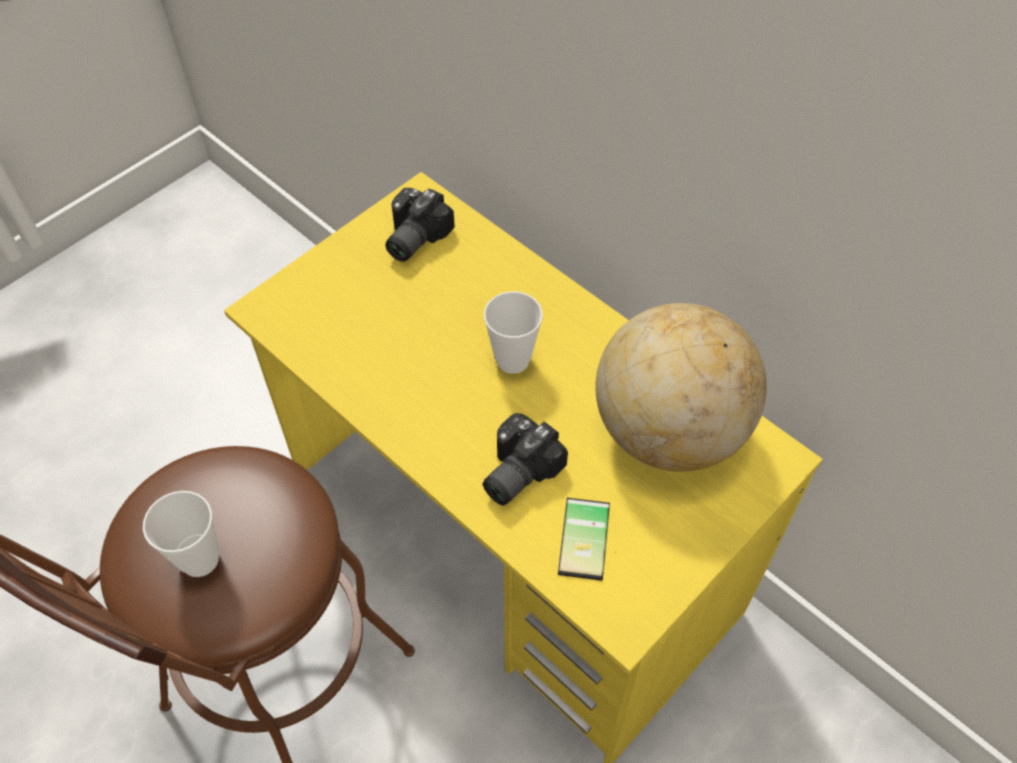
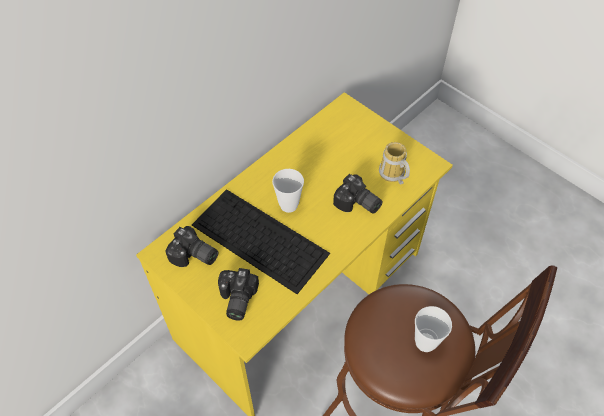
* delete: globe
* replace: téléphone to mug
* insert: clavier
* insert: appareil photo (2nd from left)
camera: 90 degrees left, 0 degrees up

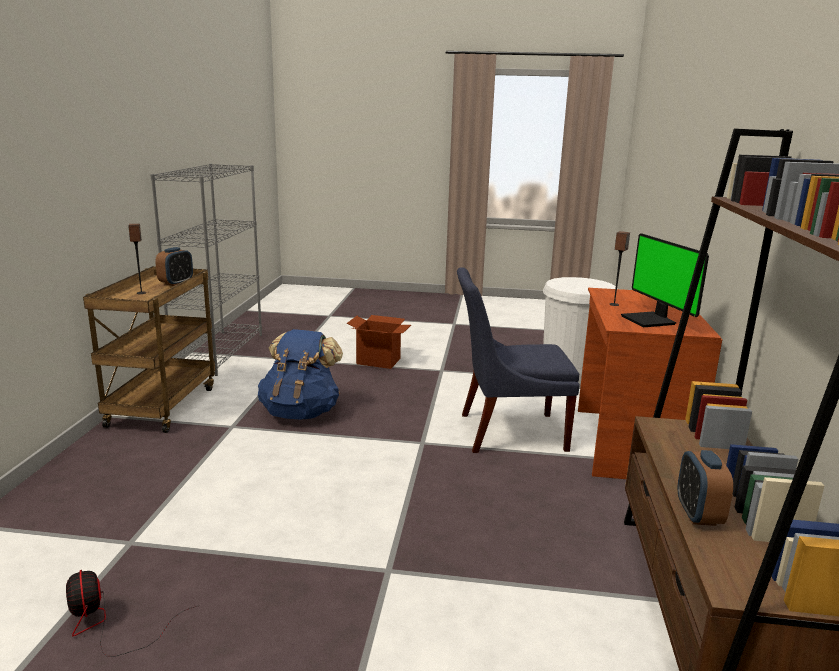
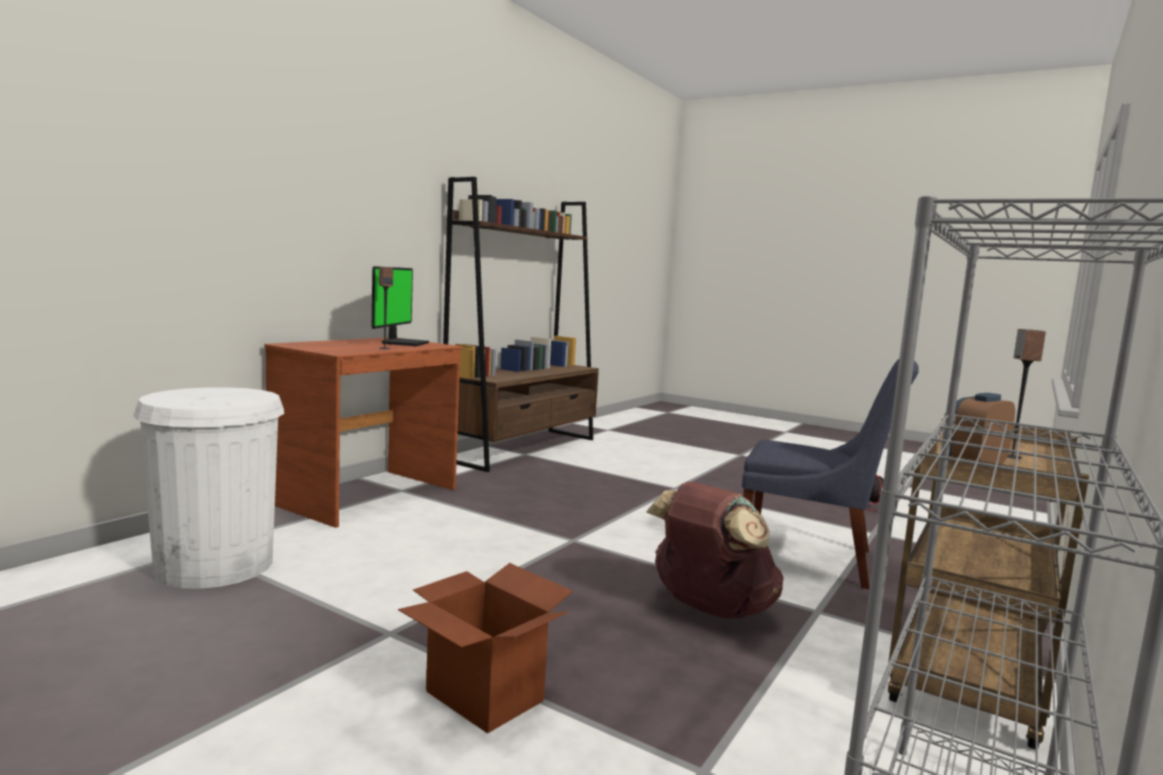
* move: chaise/bleu
* recolor: sac à dos/bleu to sac à dos/marron
* delete: réveil (2nd from left)
camera: 155 degrees left, 10 degrees down

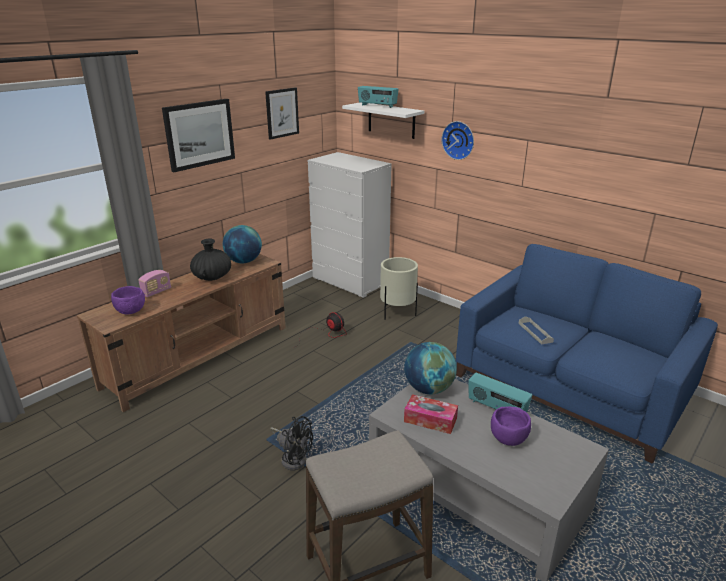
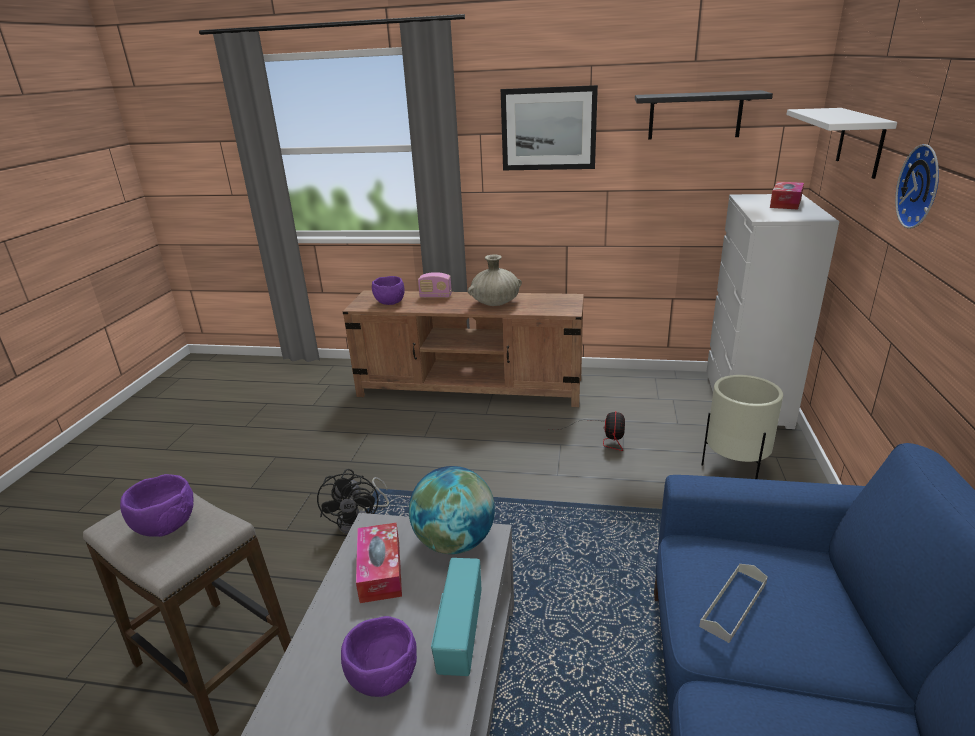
* delete: radio (2nd from left)
* replace: tableau (2nd from left) to étagère/noir
* delete: globe (1st from left)
* recolor: vase/noir to vase/beige
* insert: boîte à mouchoirs (2nd from left)
* insert: bol/violet (1st from left)
camera: 60 degrees right, 0 degrees up

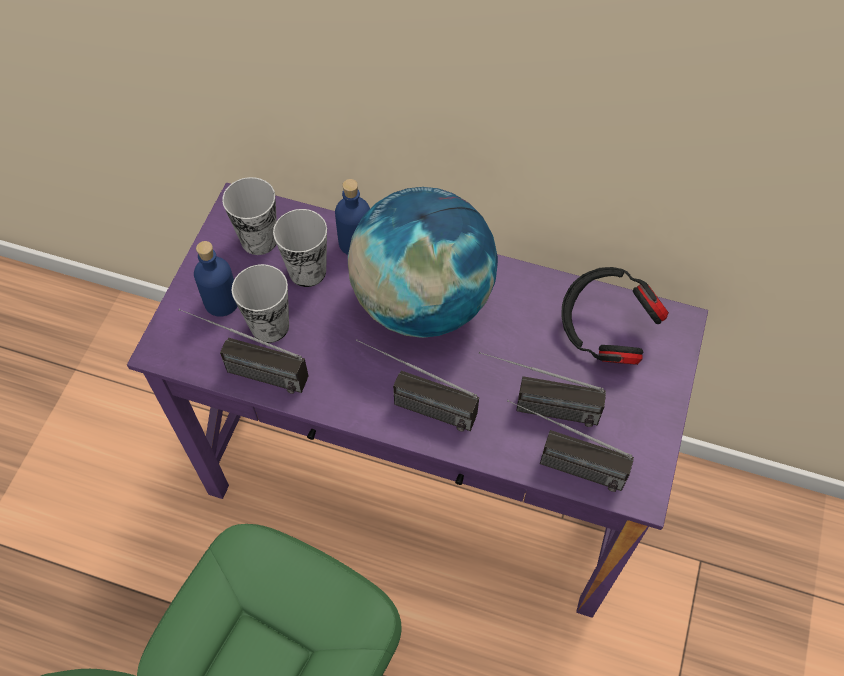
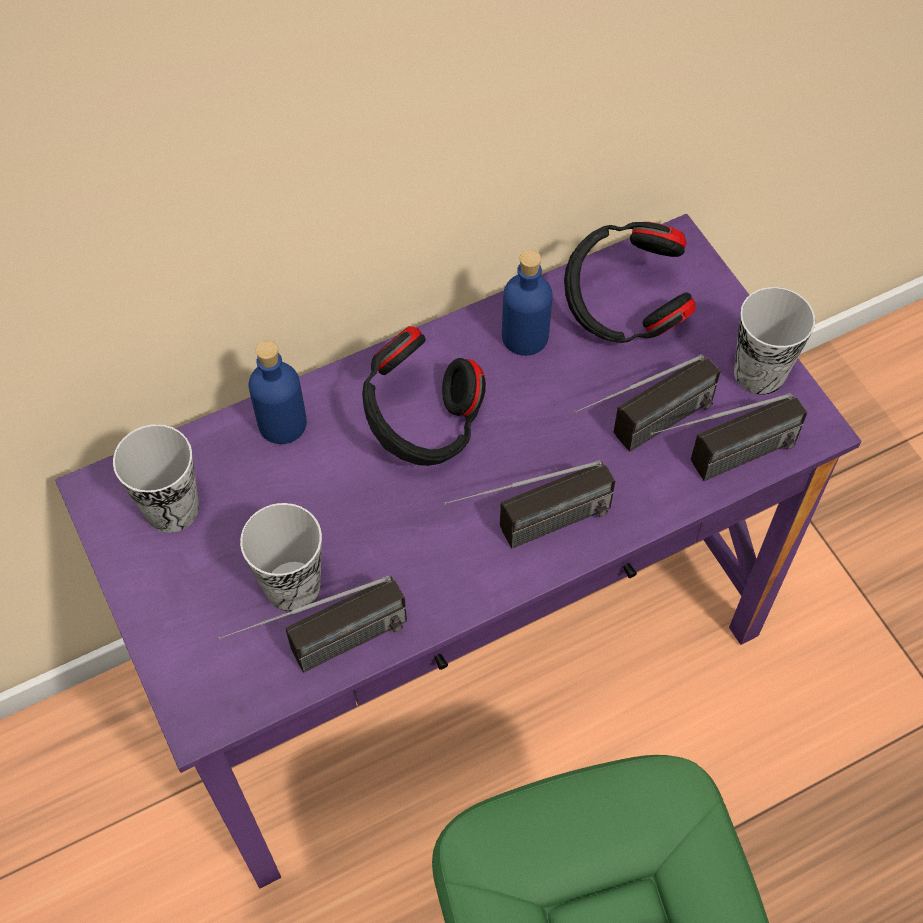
* replace: globe to casque audio/noir (1st from left)
* move: tasse (3rd from left)
* move: bouteille/bleu (1st from left in the first image) to bouteille/bleu (2nd from left)
camera: 45 degrees left, 0 degrees up

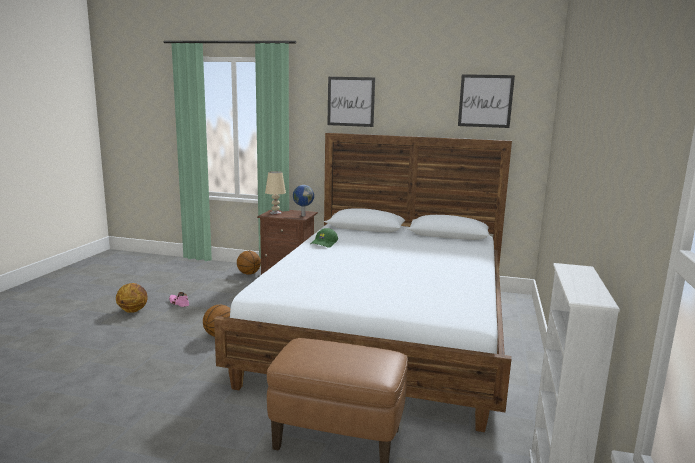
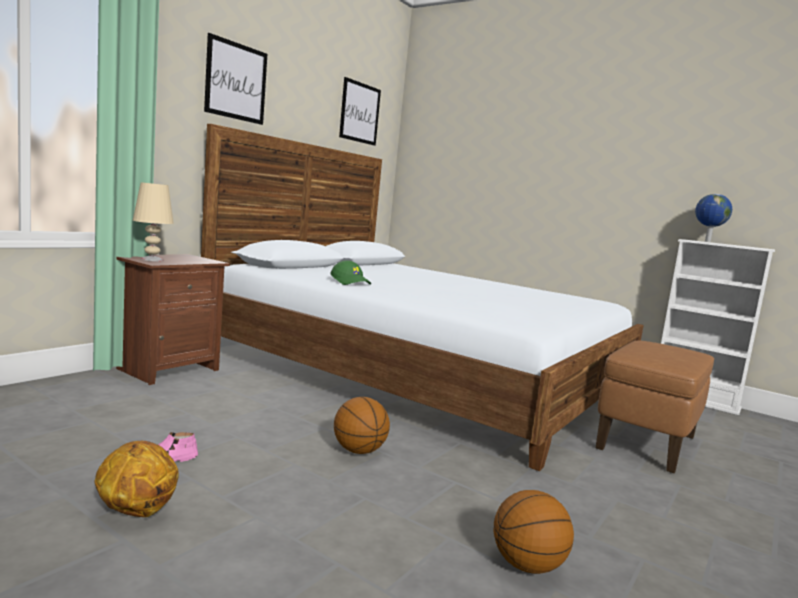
* move: globe
* move: ballon de basket (3rd from left)
camera: 70 degrees left, 5 degrees down

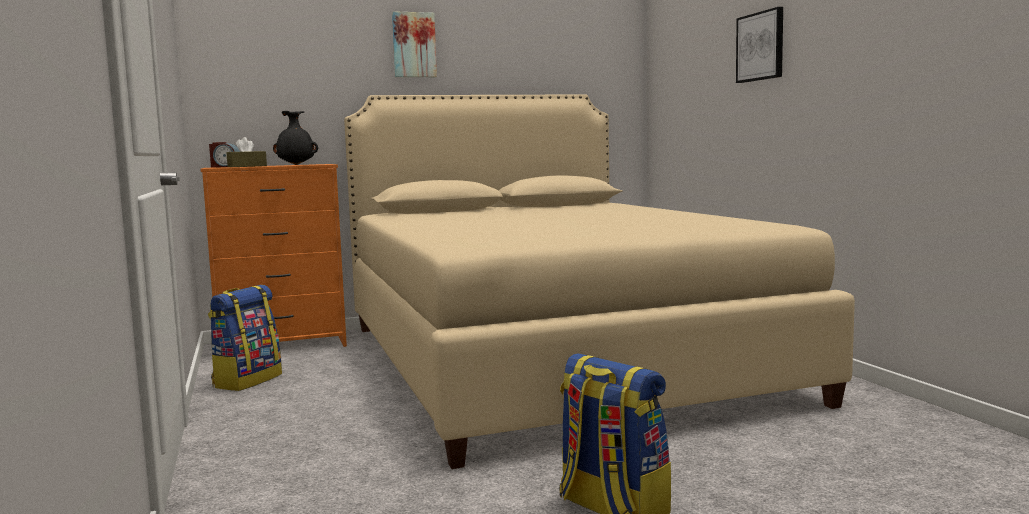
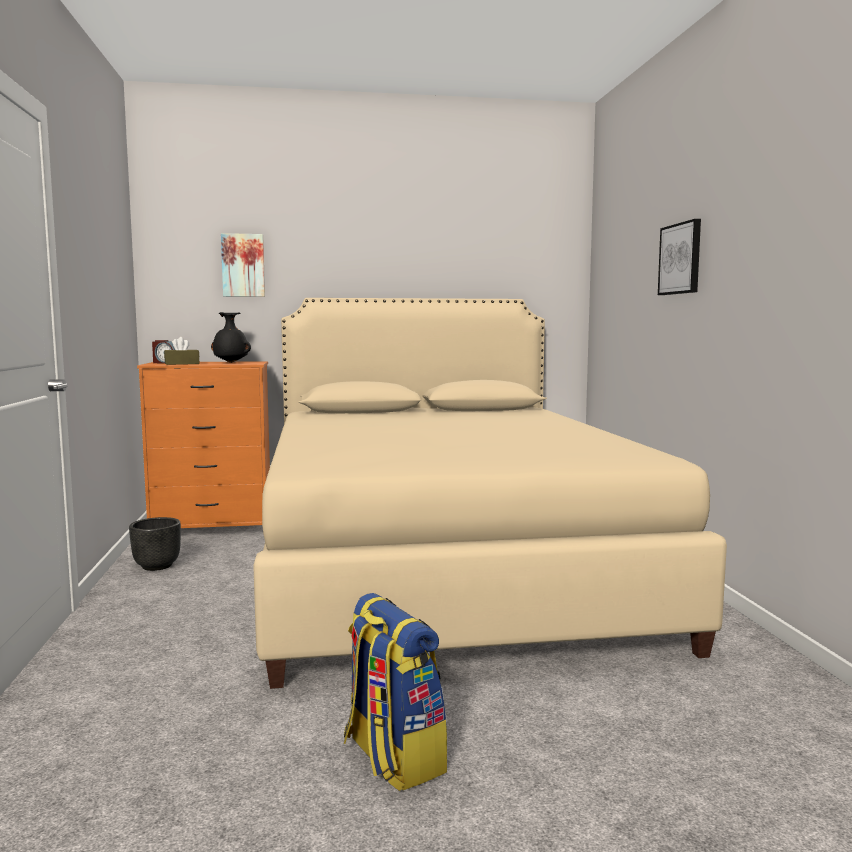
* move: tableau (1st from left)
* replace: sac à dos (1st from left) to cache-pot/noir
camera: 10 degrees right, 0 degrees up

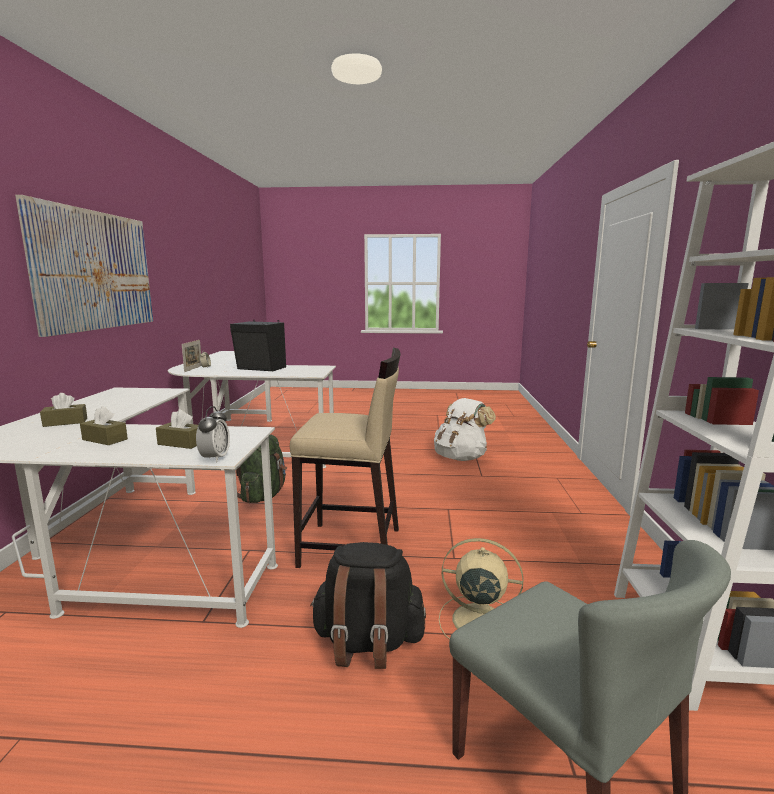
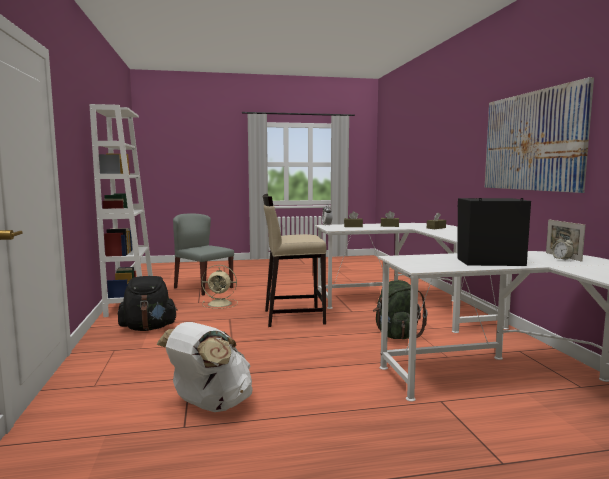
* move: sac à dos/noir
camera: 165 degrees right, 5 degrees down

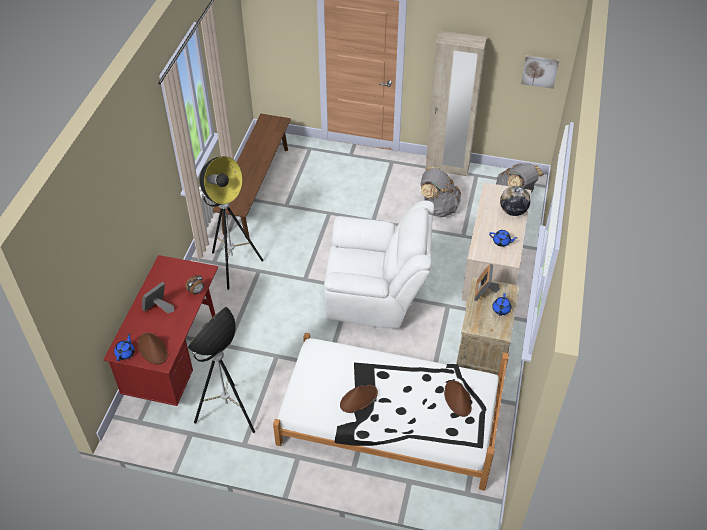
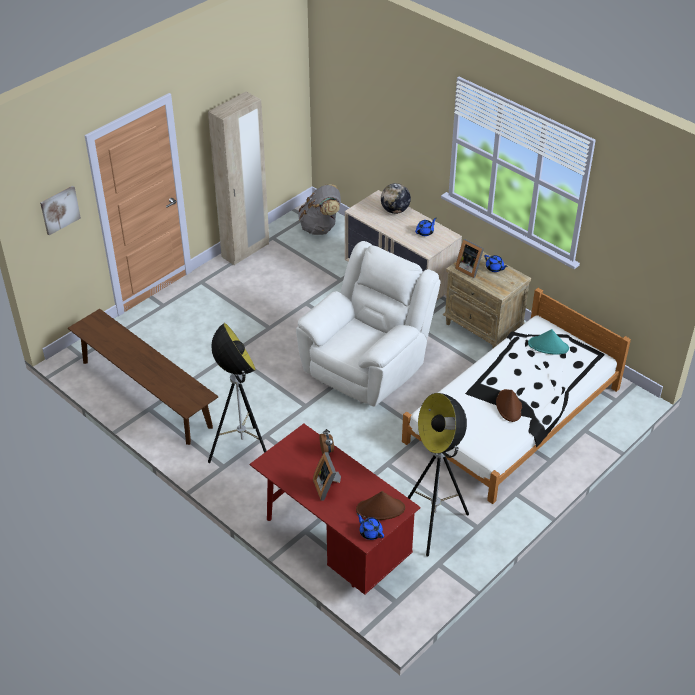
* move: tableau
* delete: sac à dos/gris (1st from left)
* recolor: chapeau/marron (3rd from left) to chapeau/turquoise
camera: 60 degrees left, 5 degrees down

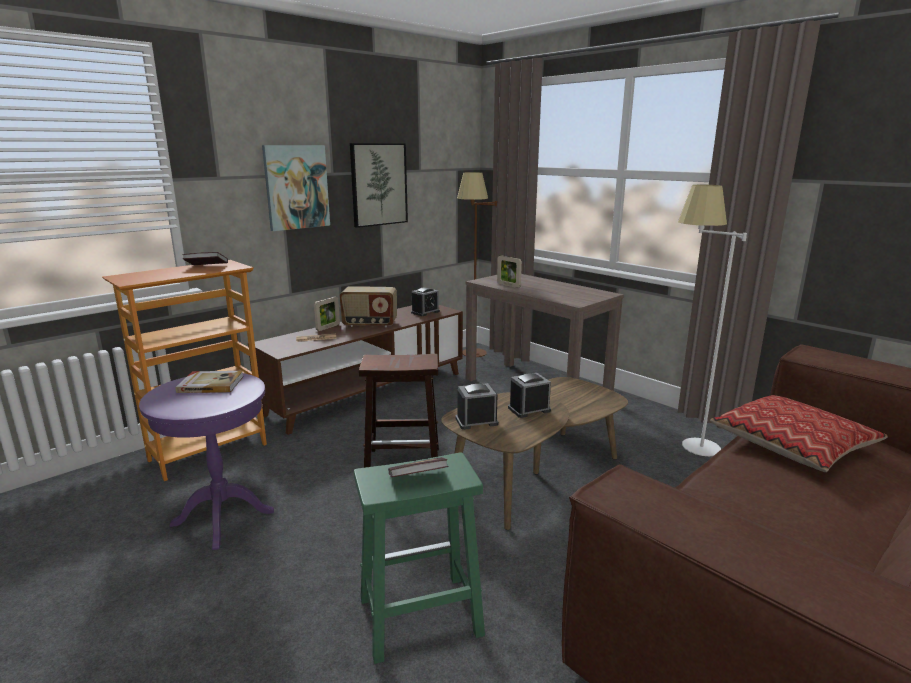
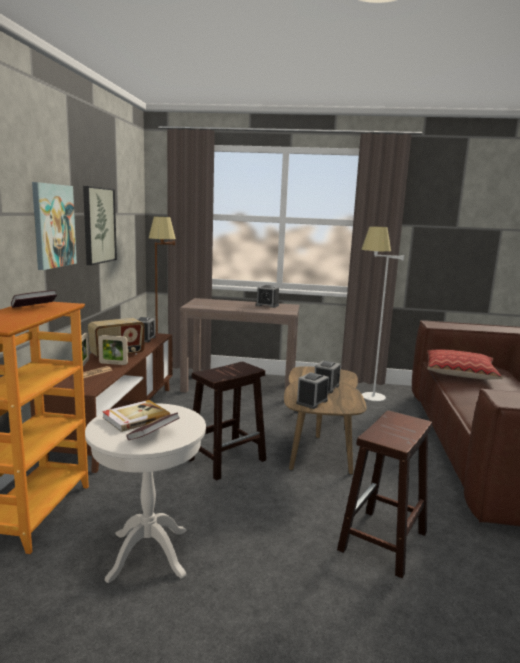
* move: cadre photo (2nd from left)
* recolor: table d'appoint/violet to table d'appoint/blanc
* recolor: tabouret/vert to tabouret/marron (2nd from left)
* move: livre (3rd from left)
* insert: réveil (2nd from left)
camera: 40 degrees left, 5 degrees down

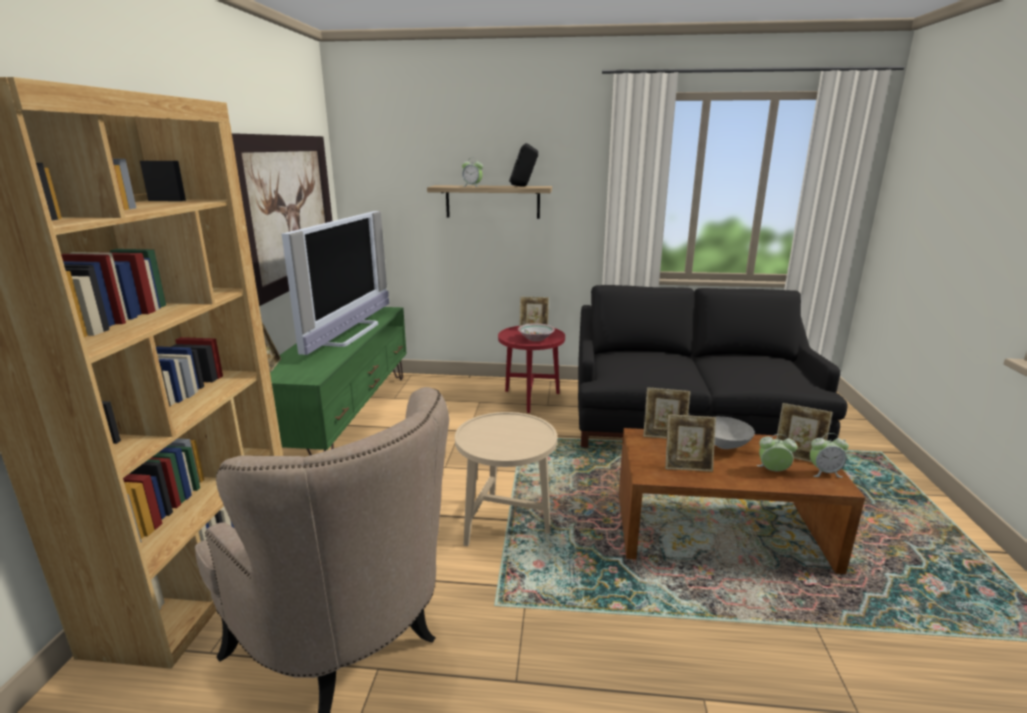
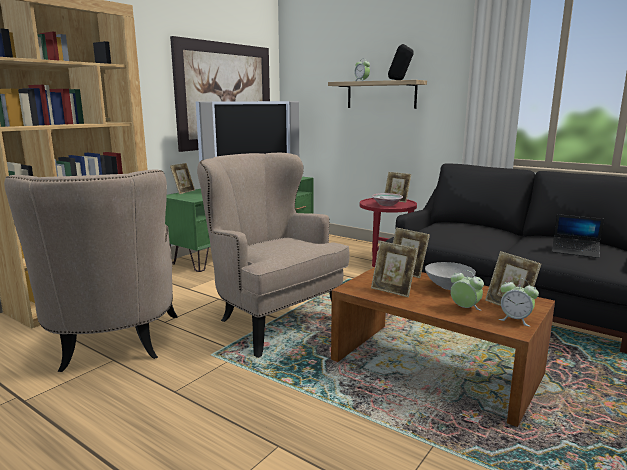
* replace: table d'appoint/beige to fauteuil/beige (2nd from left)
* insert: ordinateur portable
camera: 30 degrees right, 5 degrees down

